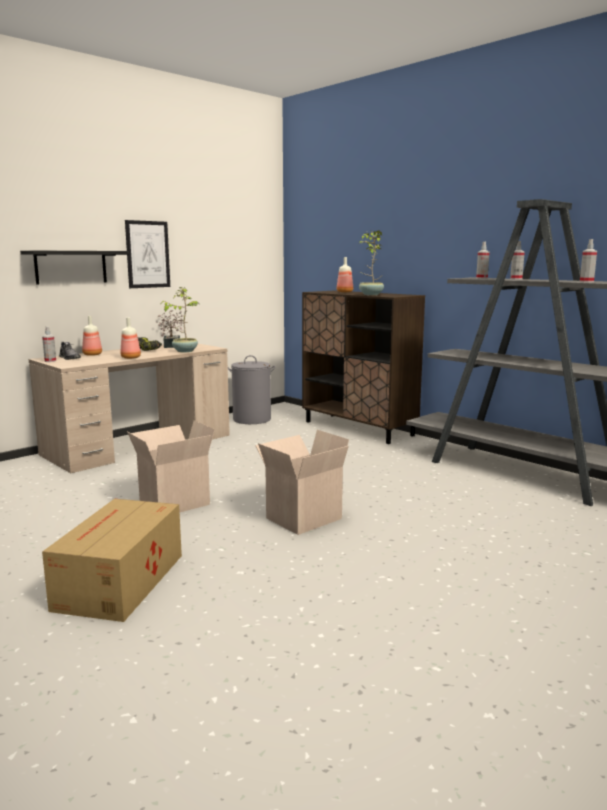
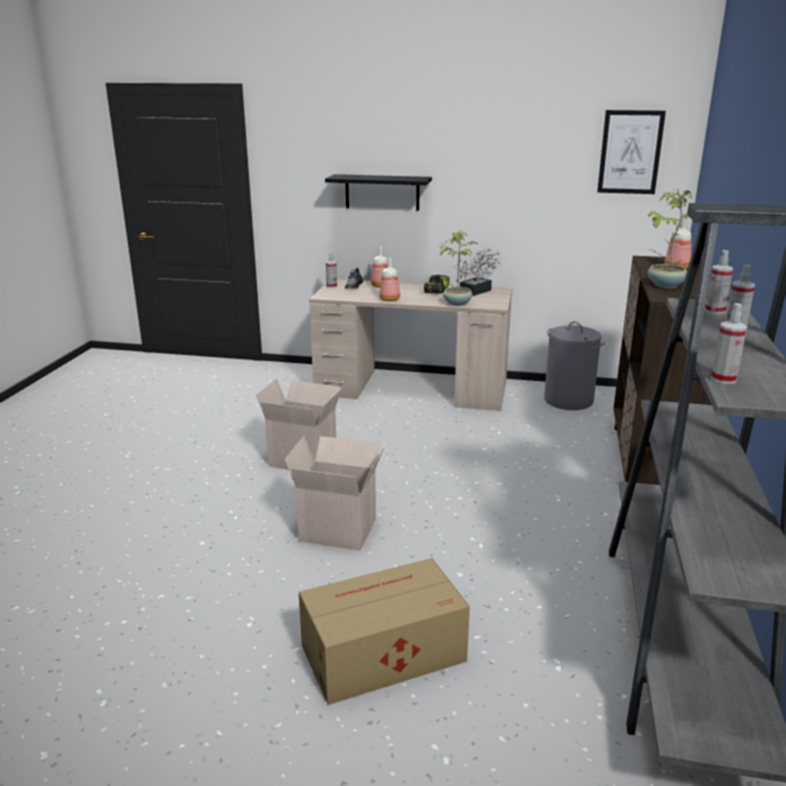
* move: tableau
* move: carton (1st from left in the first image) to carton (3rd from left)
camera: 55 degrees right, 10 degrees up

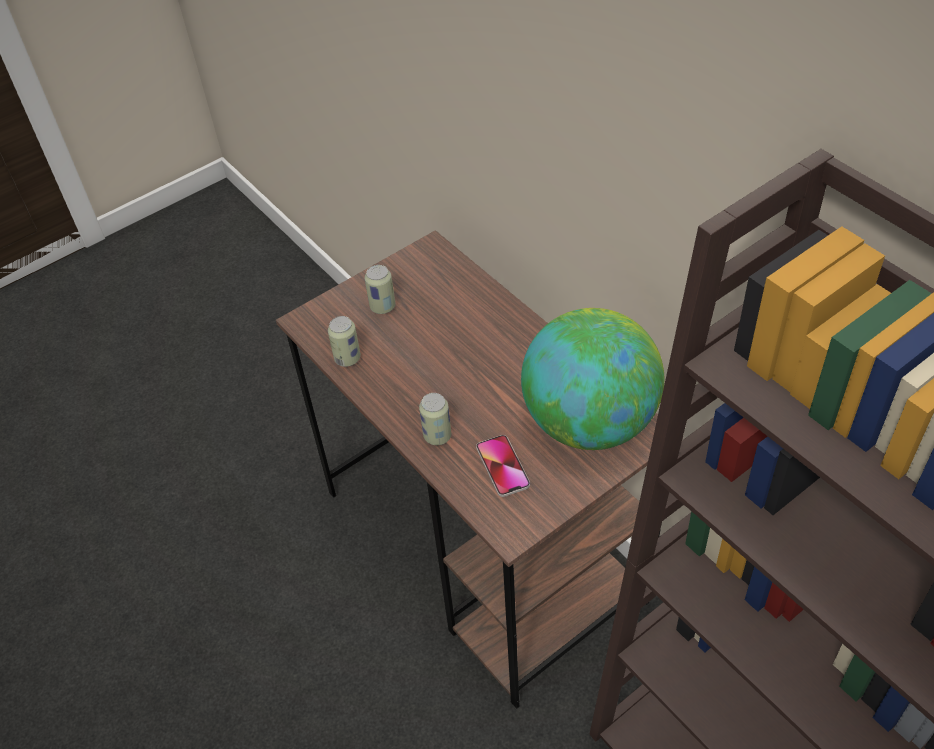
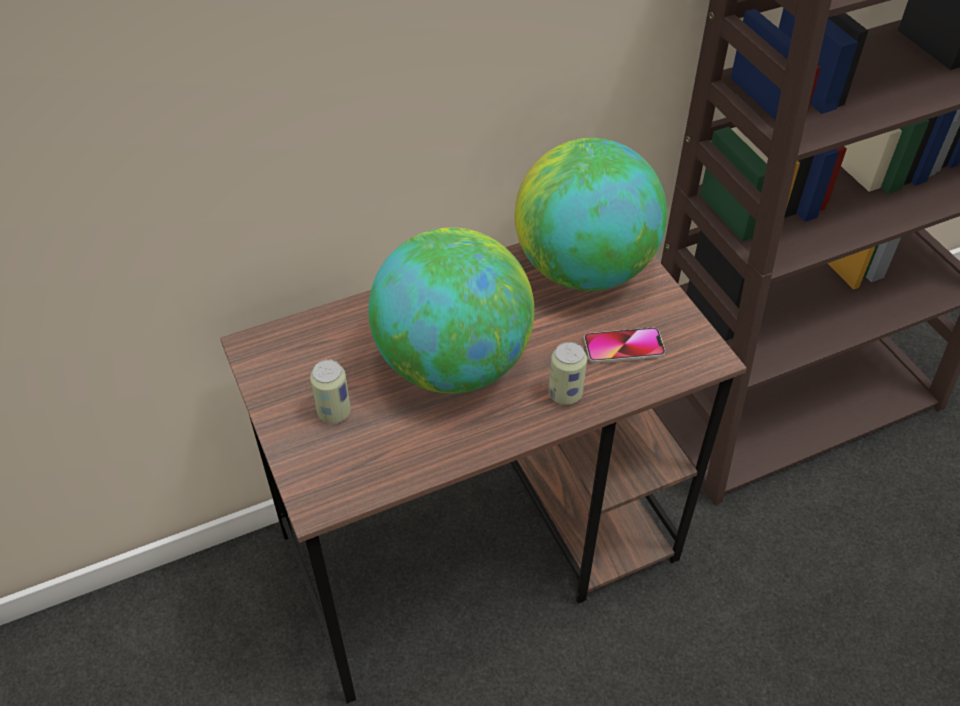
* delete: boîte métallique (1st from left)
* insert: globe (1st from left)
camera: 80 degrees left, 0 degrees up

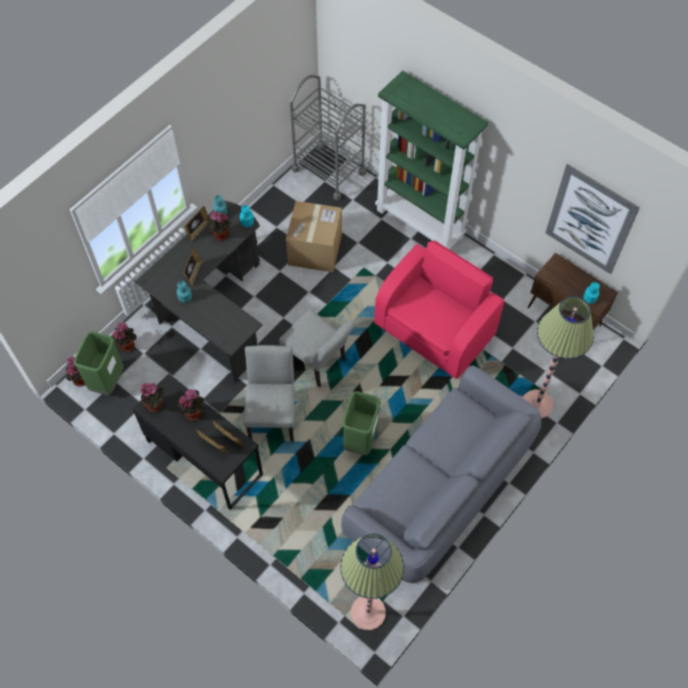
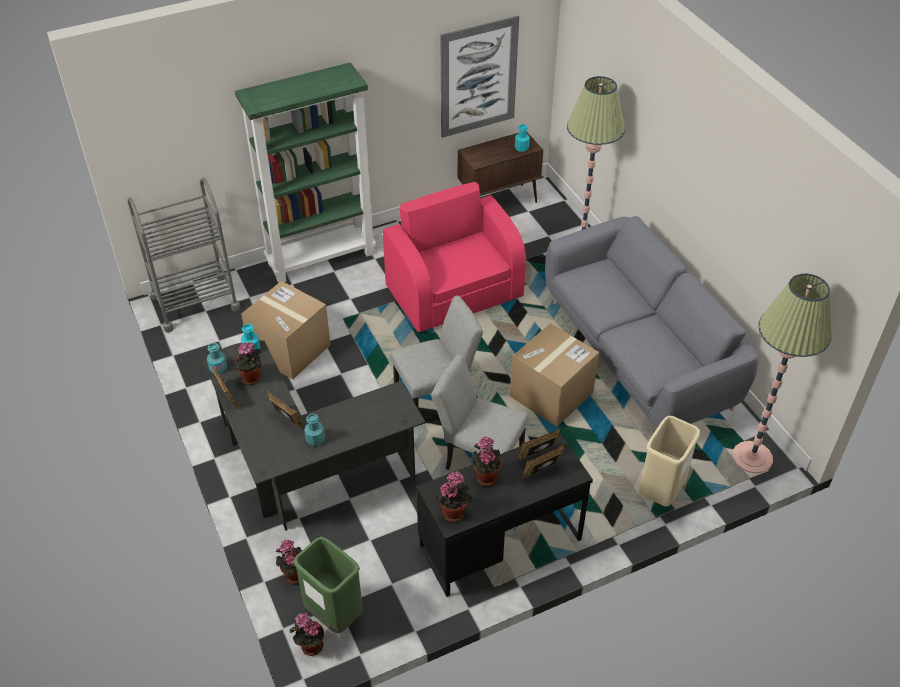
* replace: poubelle/vert (2nd from left) to carton (2nd from left)
* insert: poubelle/beige
camera: 65 degrees left, 15 degrees down

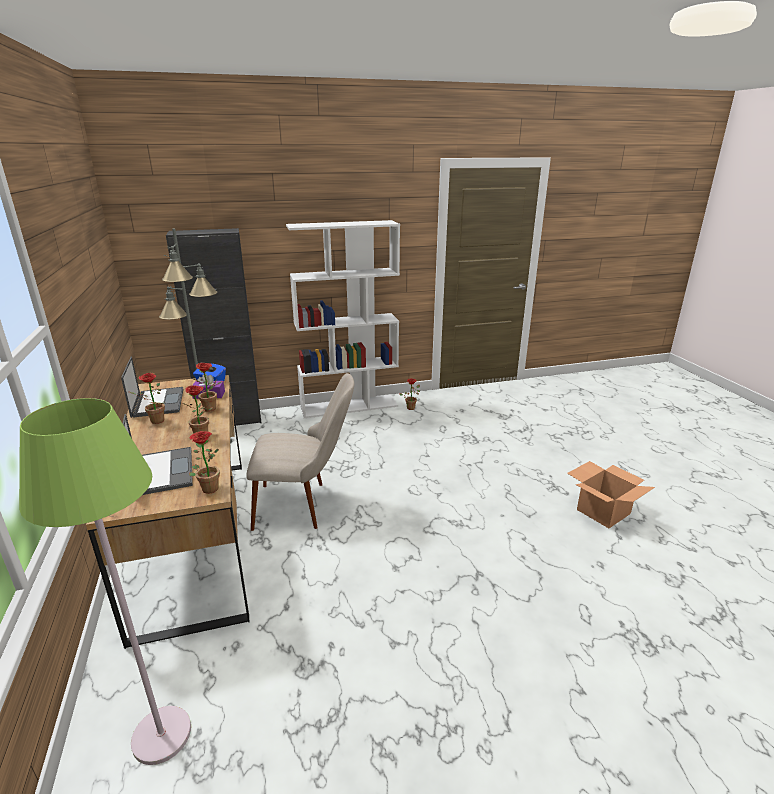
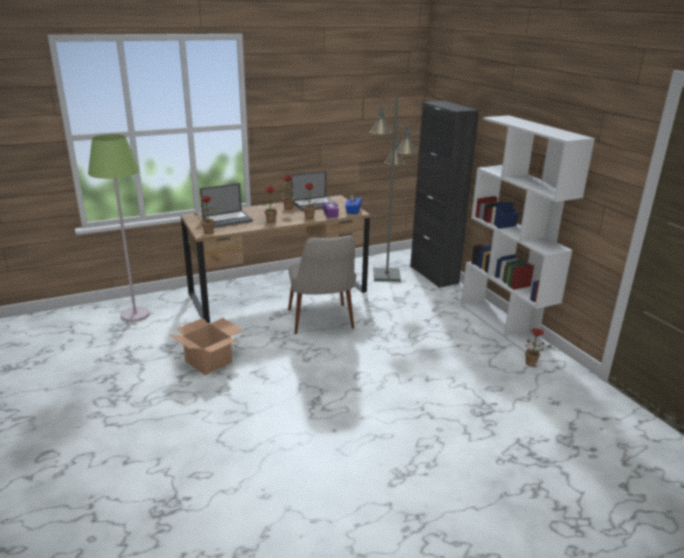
* move: carton
camera: 80 degrees right, 0 degrees up

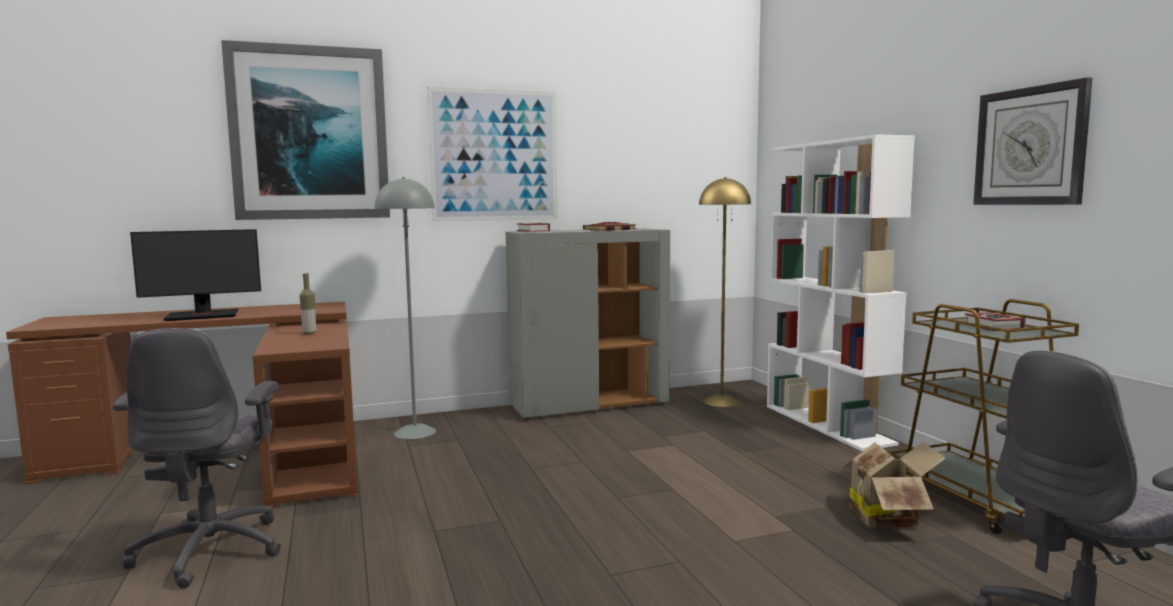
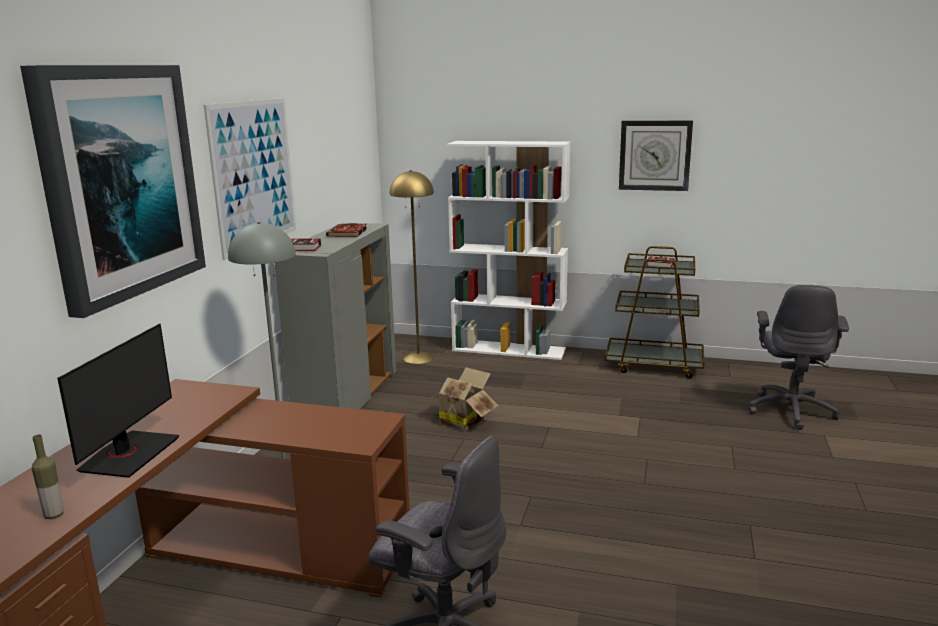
* move: bouteille
* move: carton
camera: 55 degrees left, 10 degrees up

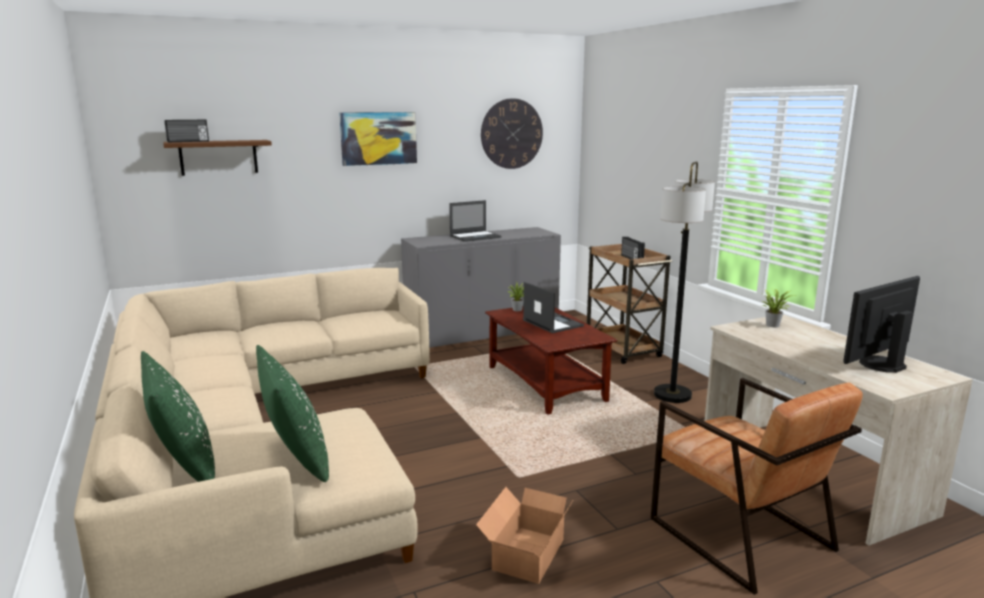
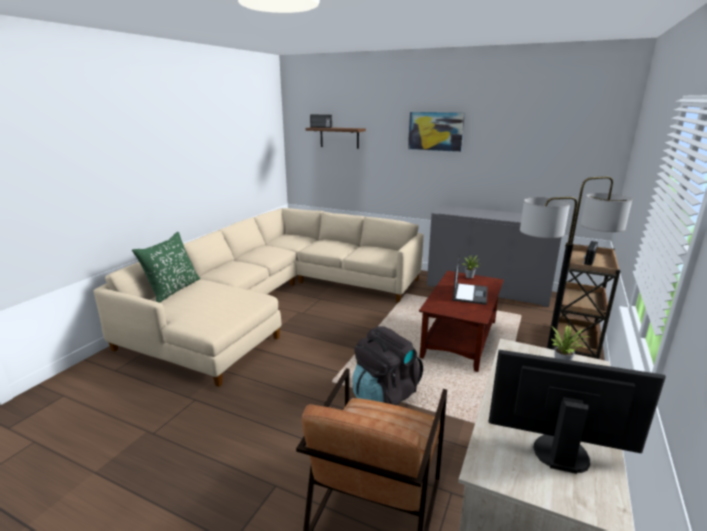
* delete: horloge murale
* delete: ordinateur portable (1st from left)
* delete: coussin/vert (2nd from left)
* delete: carton
* insert: sac à dos/noir
camera: 50 degrees right, 5 degrees up

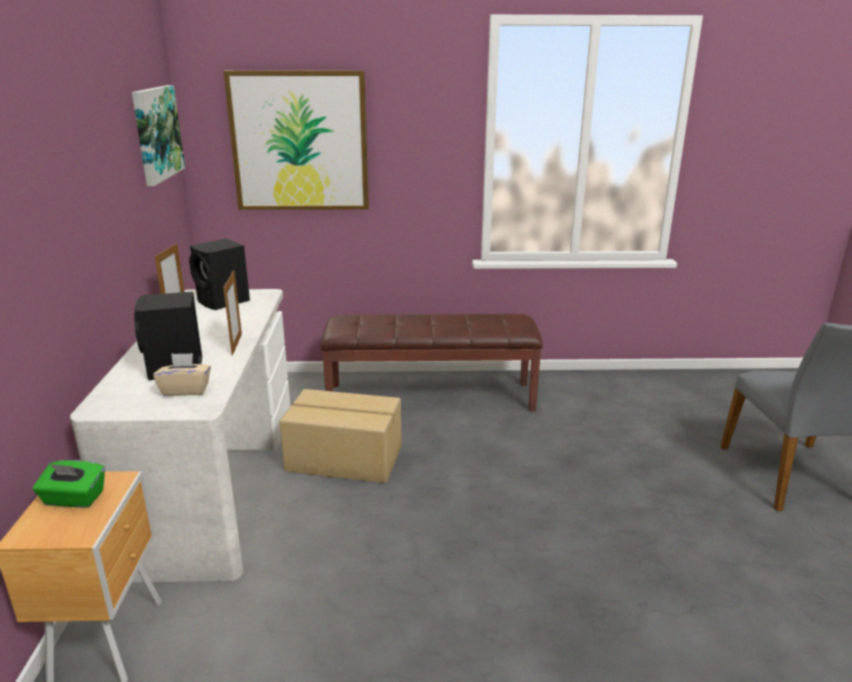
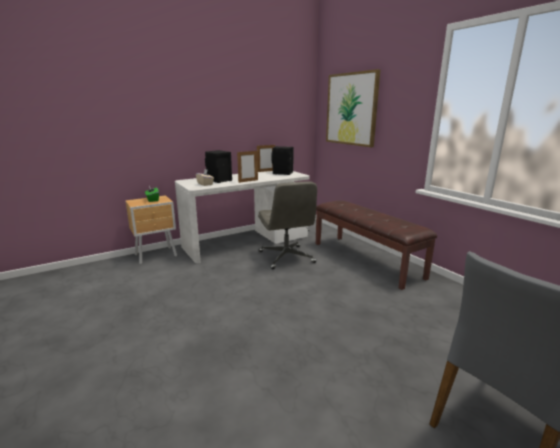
* delete: tableau (1st from left)
* replace: carton to chaise de bureau/gris
camera: 60 degrees right, 5 degrees down

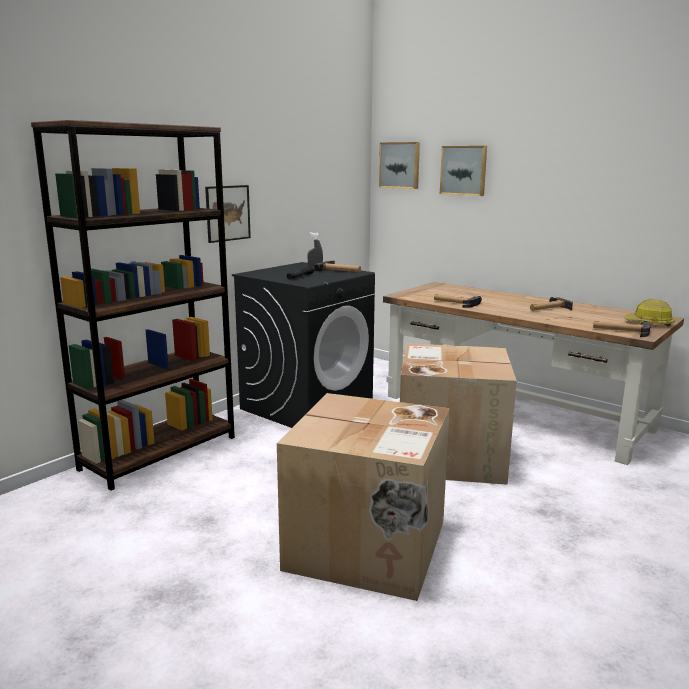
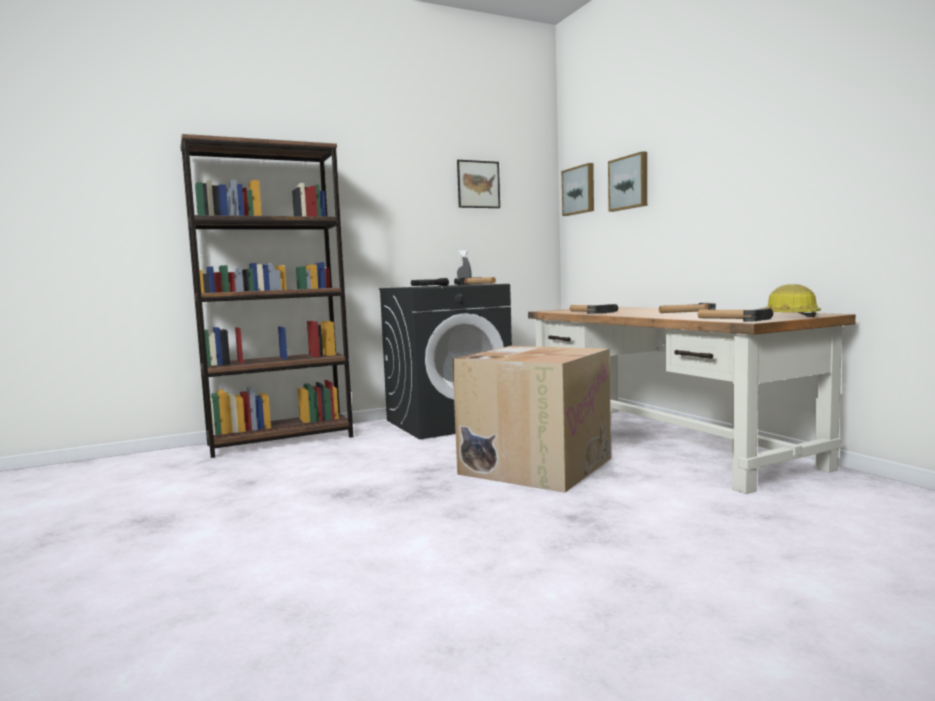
* move: tableau (1st from left)
* delete: carton (1st from left)
camera: 25 degrees right, 10 degrees down

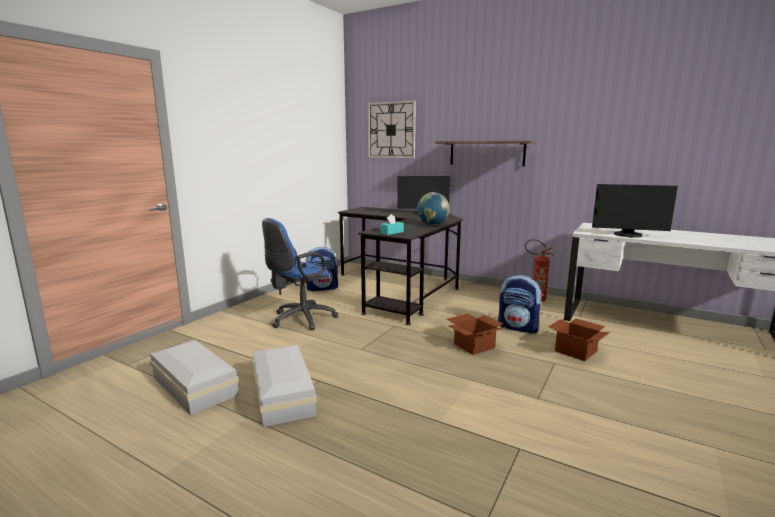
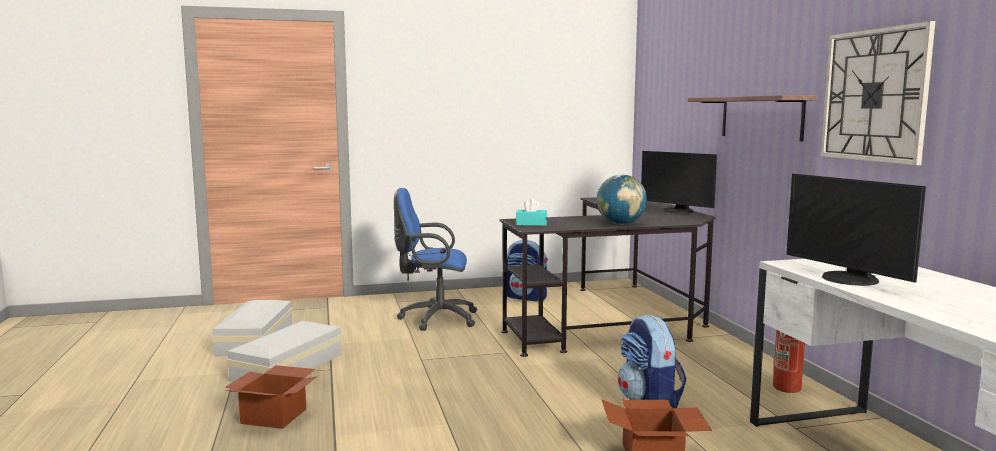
* move: horloge murale
* move: carton (1st from left)
camera: 45 degrees right, 5 degrees down

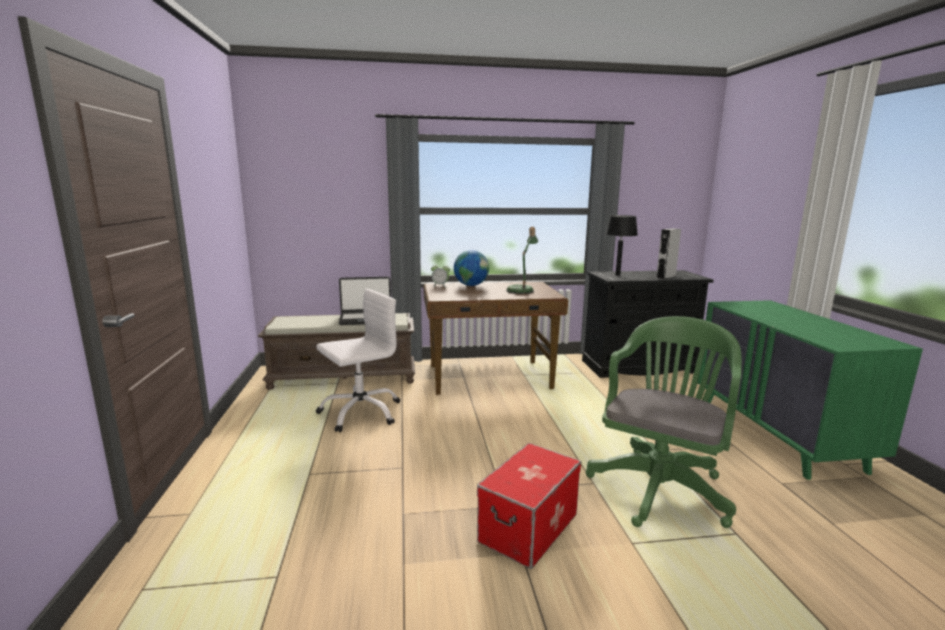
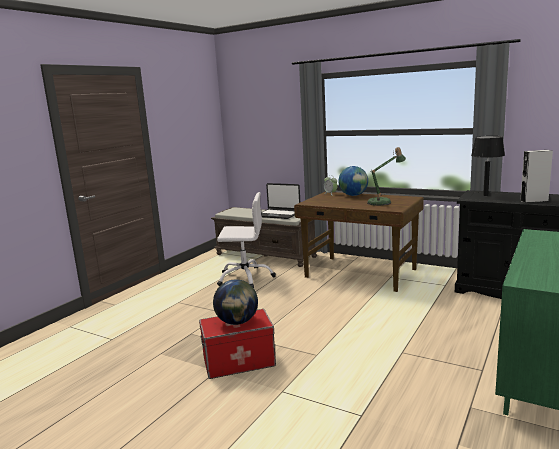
* delete: chaise de bureau/vert
* insert: globe (1st from left)
camera: 40 degrees right, 0 degrees up

